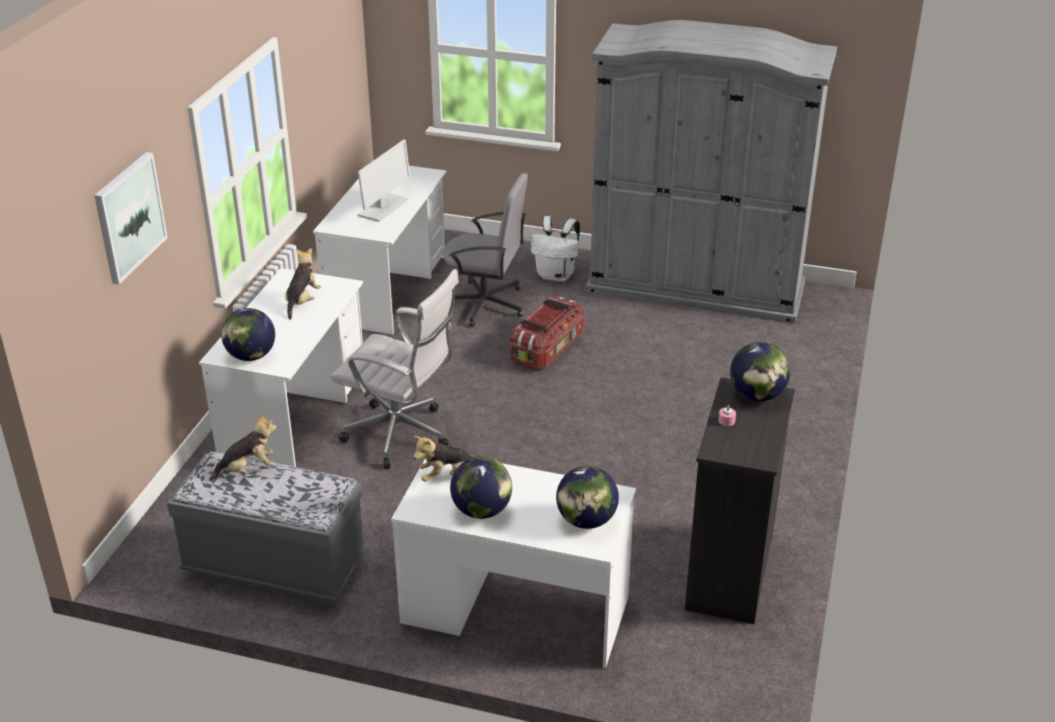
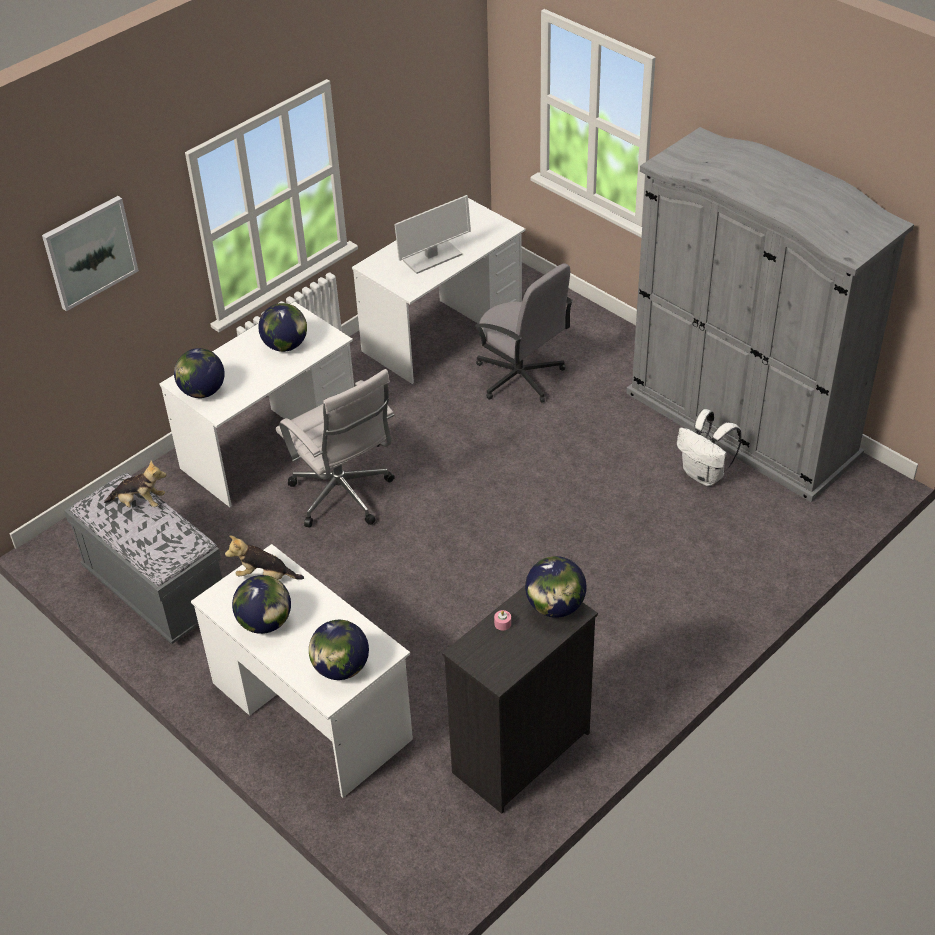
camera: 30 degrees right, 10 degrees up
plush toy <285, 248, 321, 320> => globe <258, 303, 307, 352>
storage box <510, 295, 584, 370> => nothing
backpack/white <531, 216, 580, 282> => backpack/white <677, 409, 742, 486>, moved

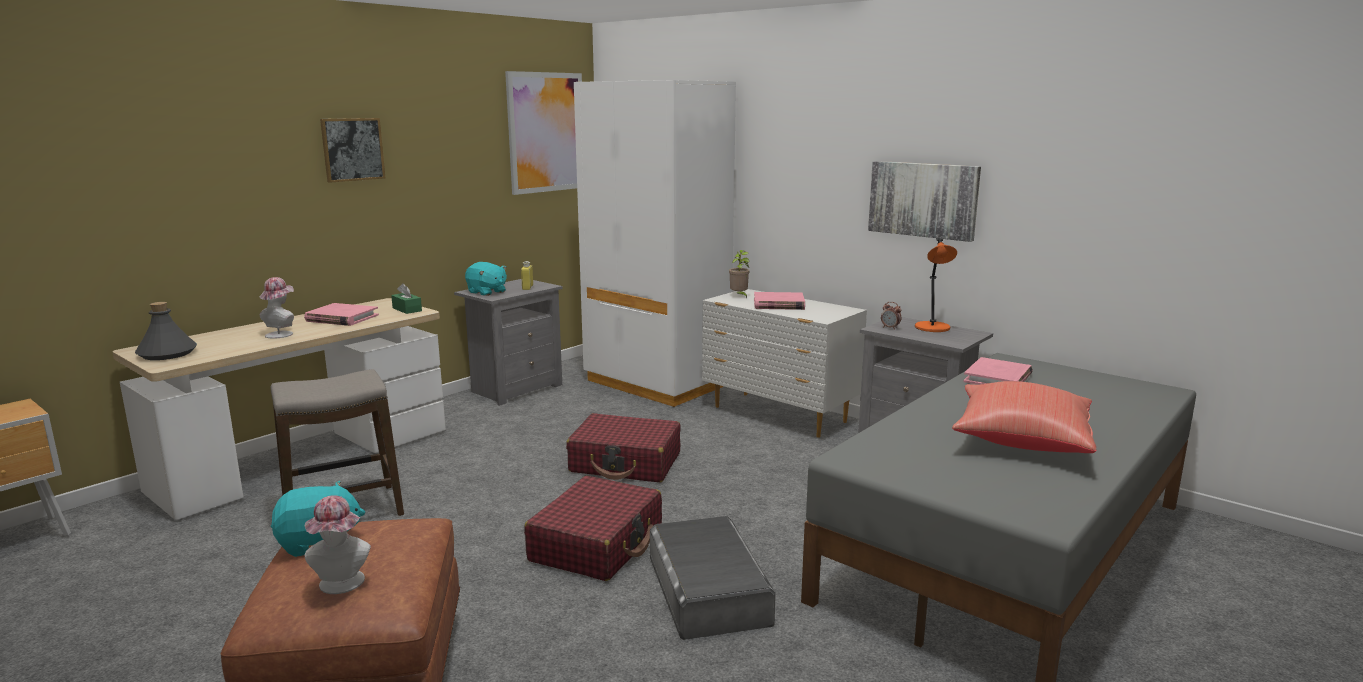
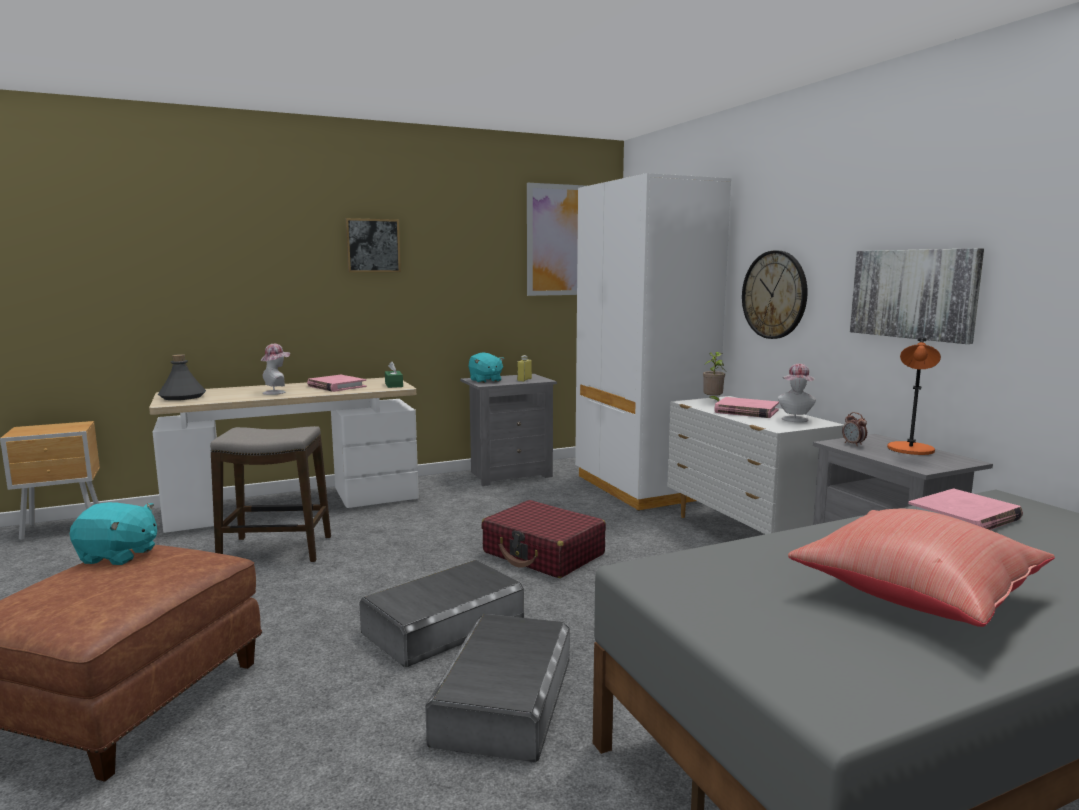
camera: 25 degrees right, 5 degrees down
hat <304, 495, 371, 594> => hat <778, 364, 816, 422>, moved
suitcase/red <524, 476, 662, 581> => storage box/grey <359, 560, 524, 668>
nothing => wall clock <742, 251, 808, 339>

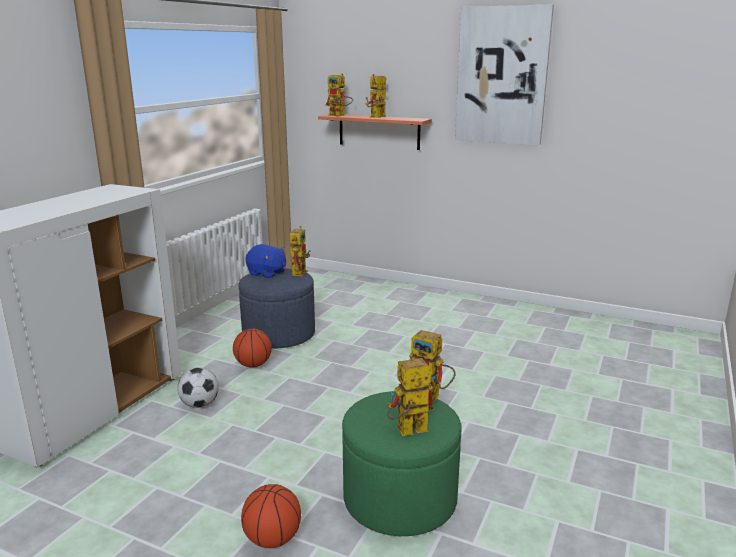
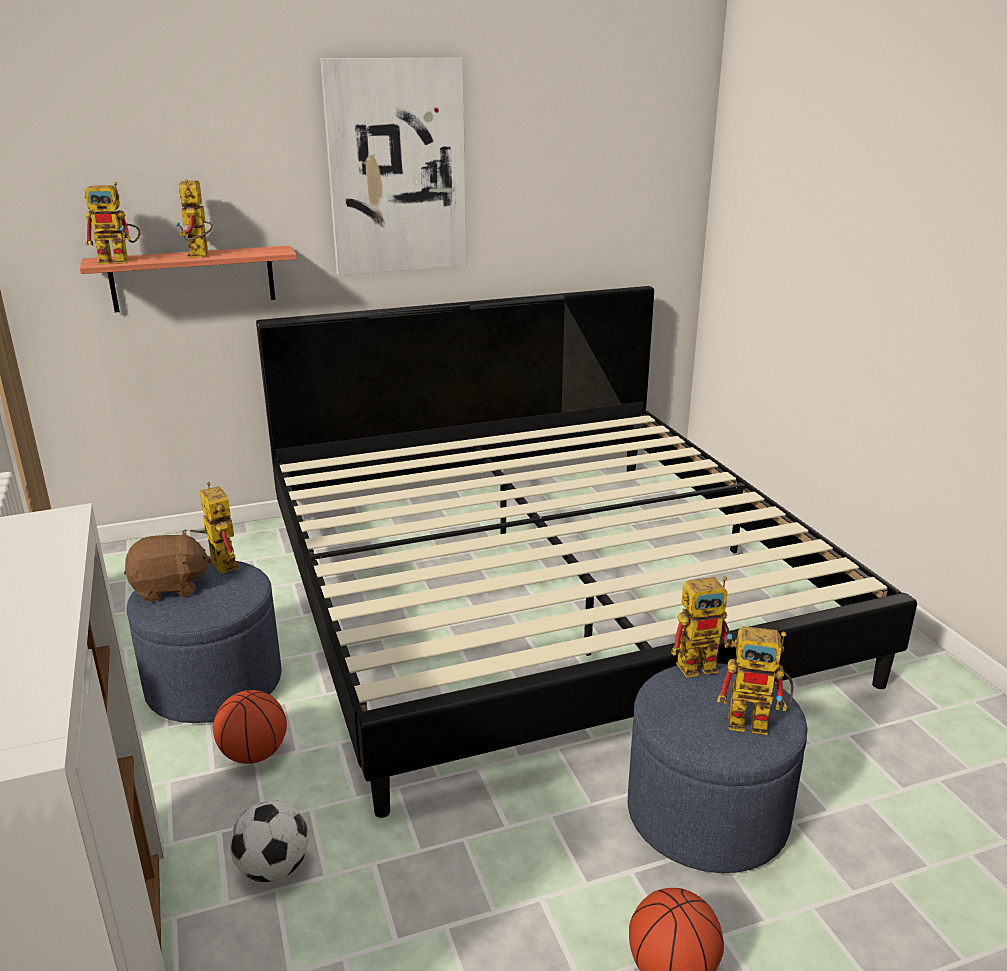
camera: 45 degrees left, 5 degrees up
plush toy/blue <245, 244, 286, 279> => plush toy/brown <124, 529, 212, 602>
ottoman/green <342, 391, 461, 536> => ottoman/blue <628, 663, 808, 873>
toy robot <387, 358, 434, 436> => toy robot <717, 626, 794, 735>, 105 degrees counterclockwise
nothing => bed <256, 286, 917, 818>

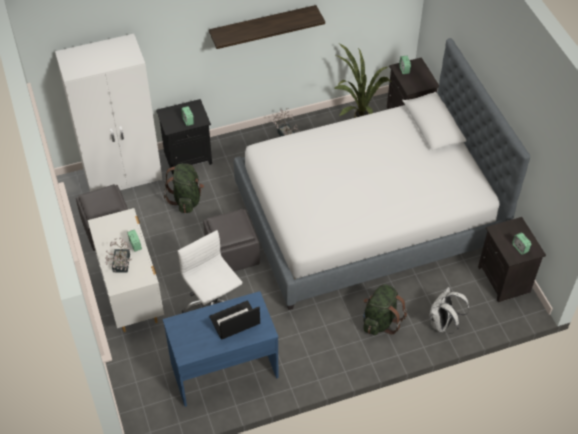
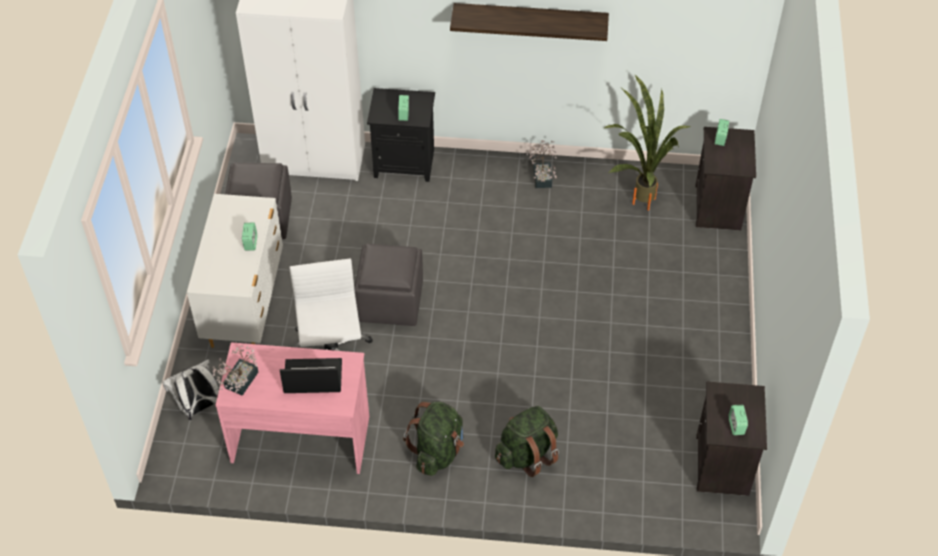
camera: 25 degrees right, 0 degrees up
potted plant <105, 238, 132, 273> => potted plant <212, 345, 258, 396>, moved
desk/blue <163, 291, 279, 407> => desk/pink <216, 342, 369, 474>
backpack/green <164, 163, 204, 213> => backpack/green <403, 402, 464, 476>, moved
bed <234, 38, 530, 310> => nothing
backpack/white <430, 287, 469, 334> => backpack/white <162, 359, 219, 420>, moved

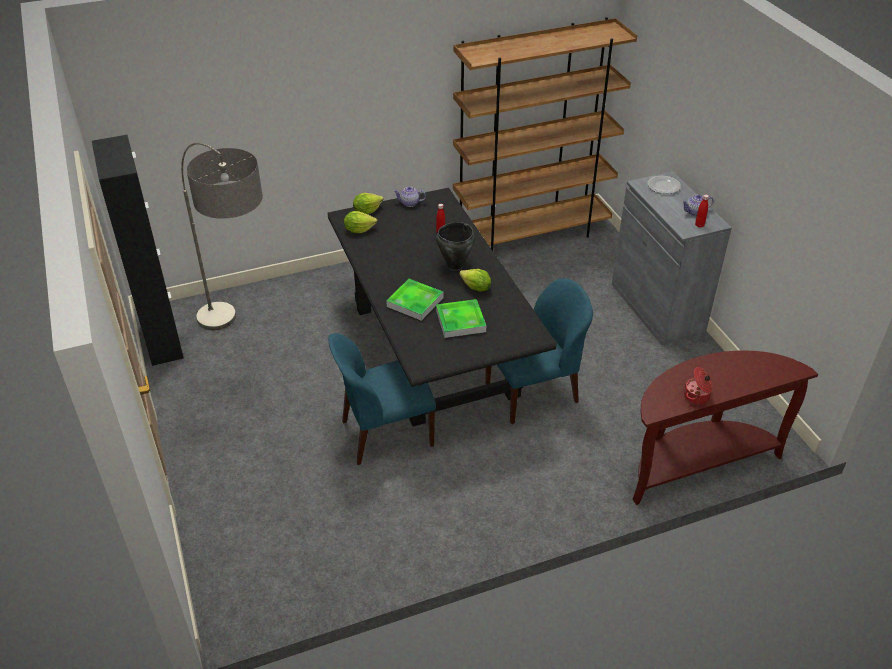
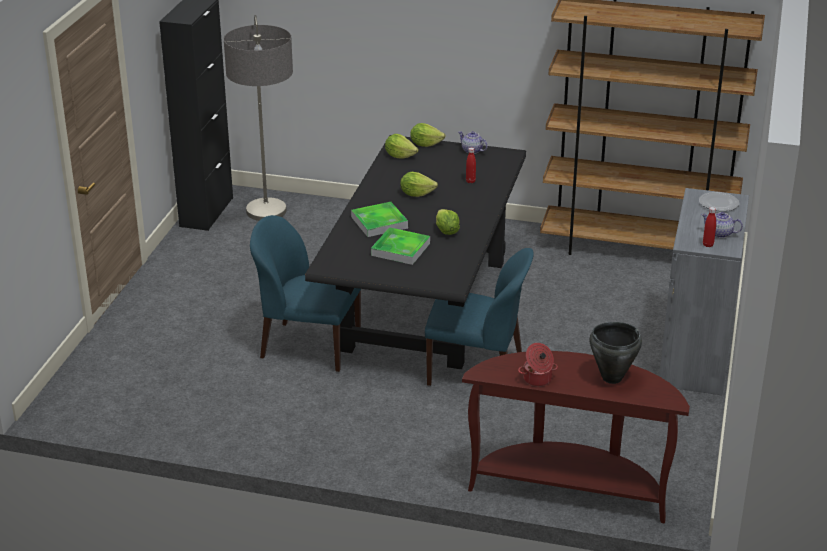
camera: 35 degrees right, 10 degrees down
cooking pot/black <436, 222, 475, 270> => cooking pot/black <589, 322, 642, 384>, moved
nothing => lettuce <400, 172, 438, 197>

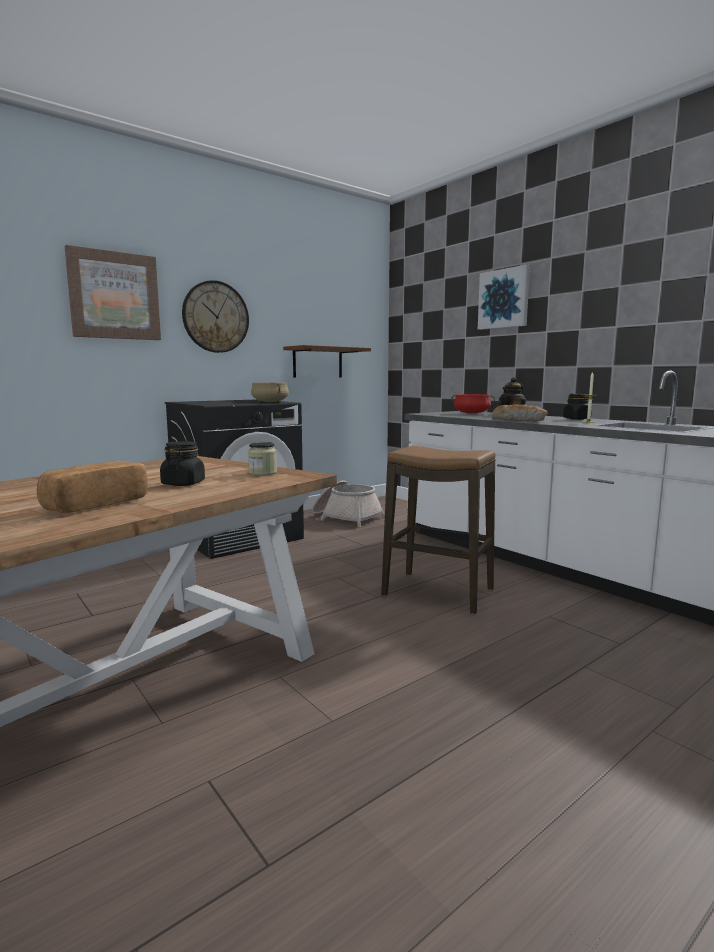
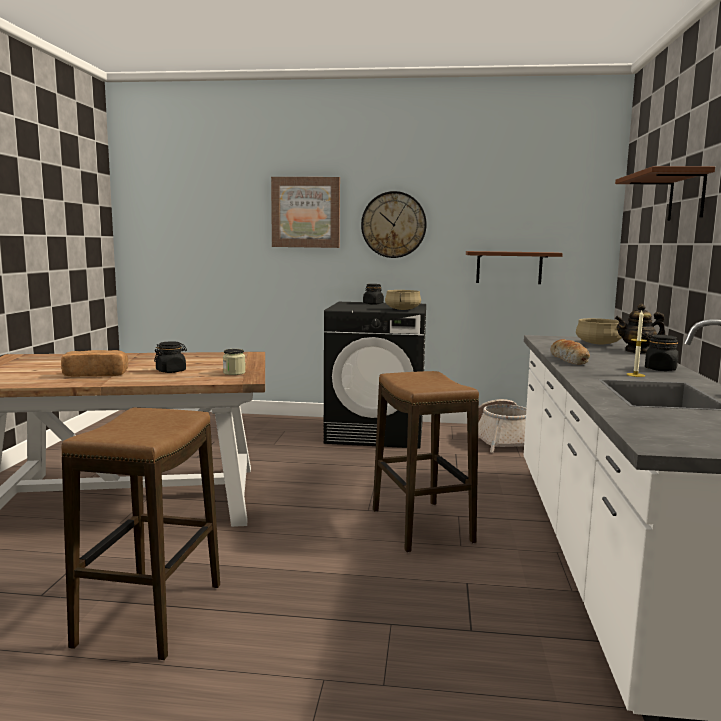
camera: 45 degrees right, 0 degrees up
cooking pot/red <451, 394, 495, 414> => cooking pot/beige <576, 318, 622, 345>
picture <478, 265, 530, 330> => shelf/brown <615, 166, 715, 221>
nothing => stool <61, 408, 220, 660>
nothing => jar/black <363, 284, 384, 304>

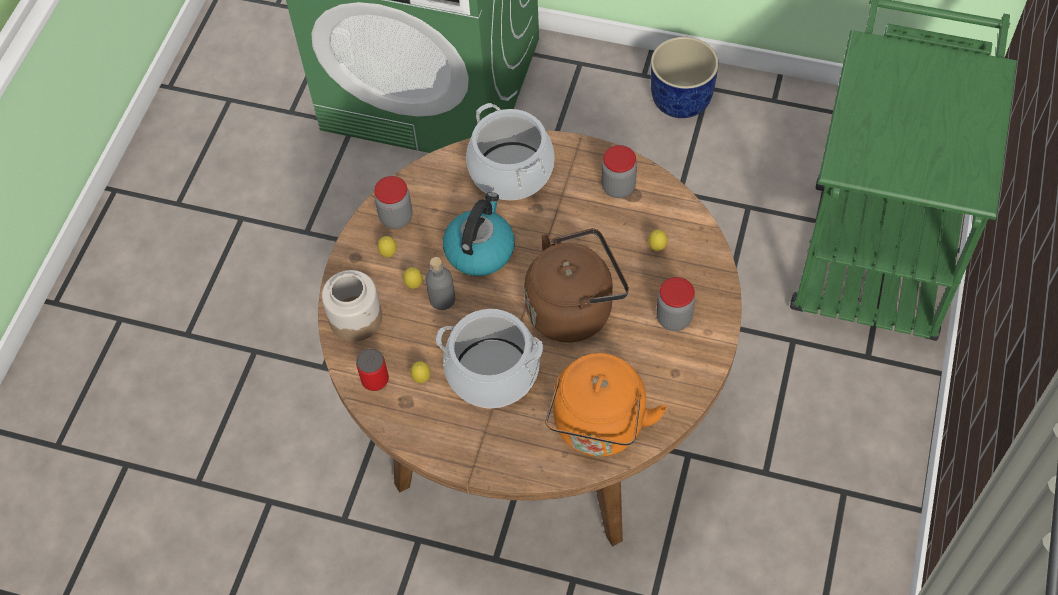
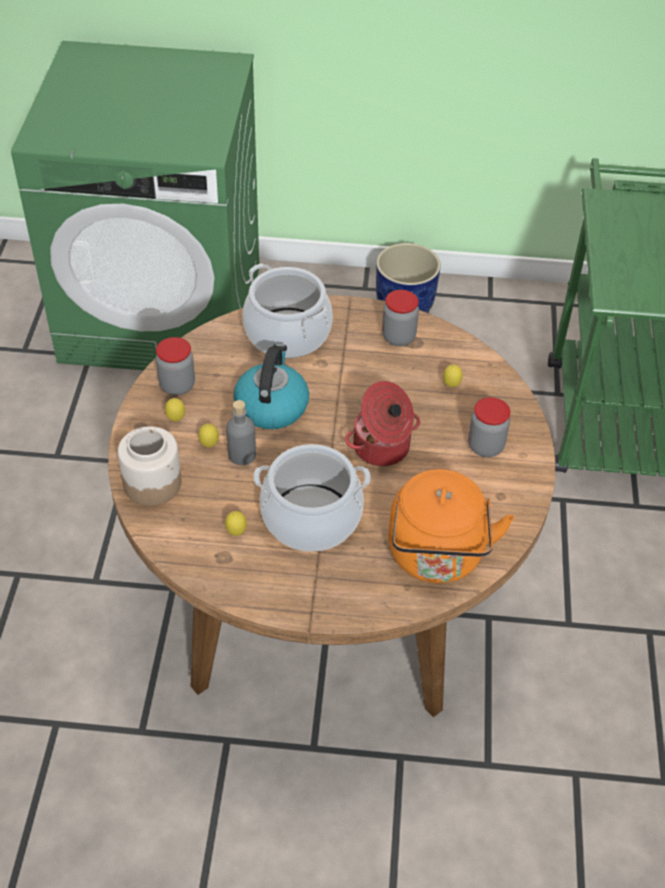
camera: 15 degrees left, 10 degrees down
can <356, 348, 389, 391> => nothing
kettle/brown <524, 228, 629, 342> => cooking pot <345, 381, 420, 466>

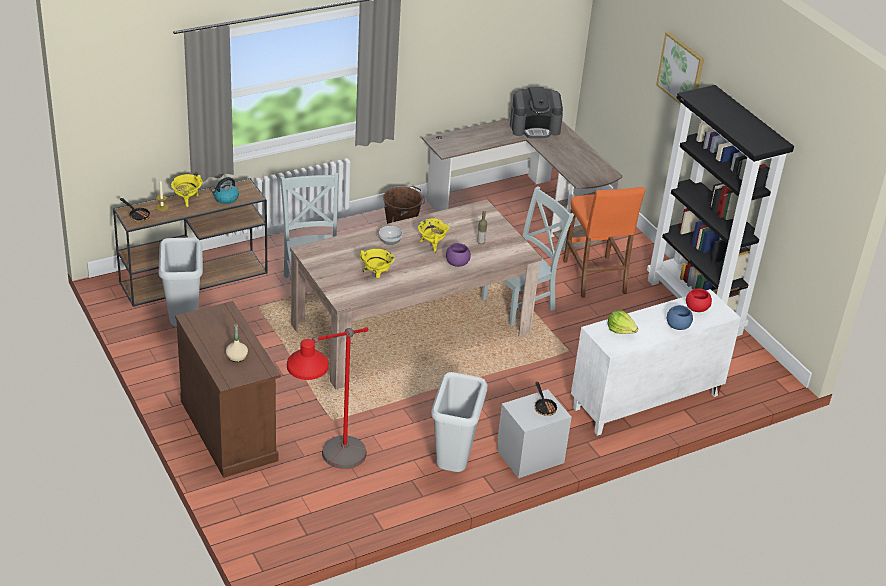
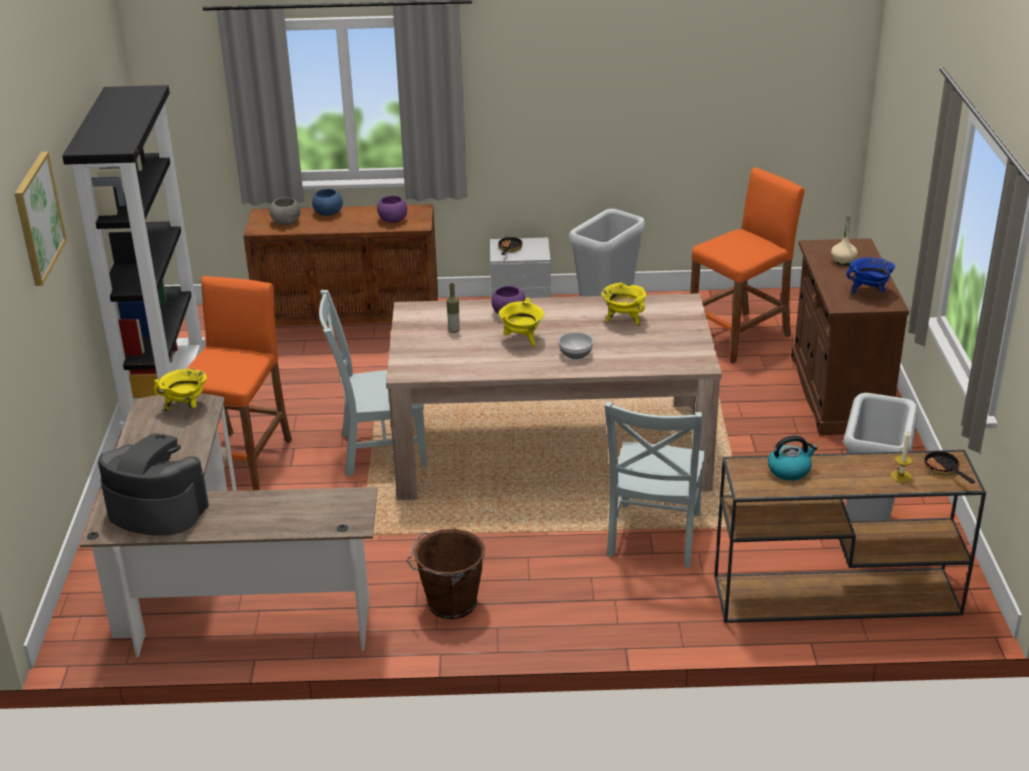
camera: 150 degrees left, 5 degrees down
cooking pot/yellow <171, 174, 203, 207> => cooking pot/yellow <154, 369, 207, 411>, moved
floor lamp/red <287, 327, 368, 469> => stool/orange <690, 167, 805, 364>
cabinet/white <571, 289, 741, 436> => cabinet/brown <243, 204, 438, 326>
lettuce <607, 310, 638, 334> => bowl/purple <377, 196, 407, 223>
bowl/red <686, 289, 712, 312> => bowl/grey <270, 197, 300, 225>
nothing => cooking pot/blue <846, 257, 895, 295>

